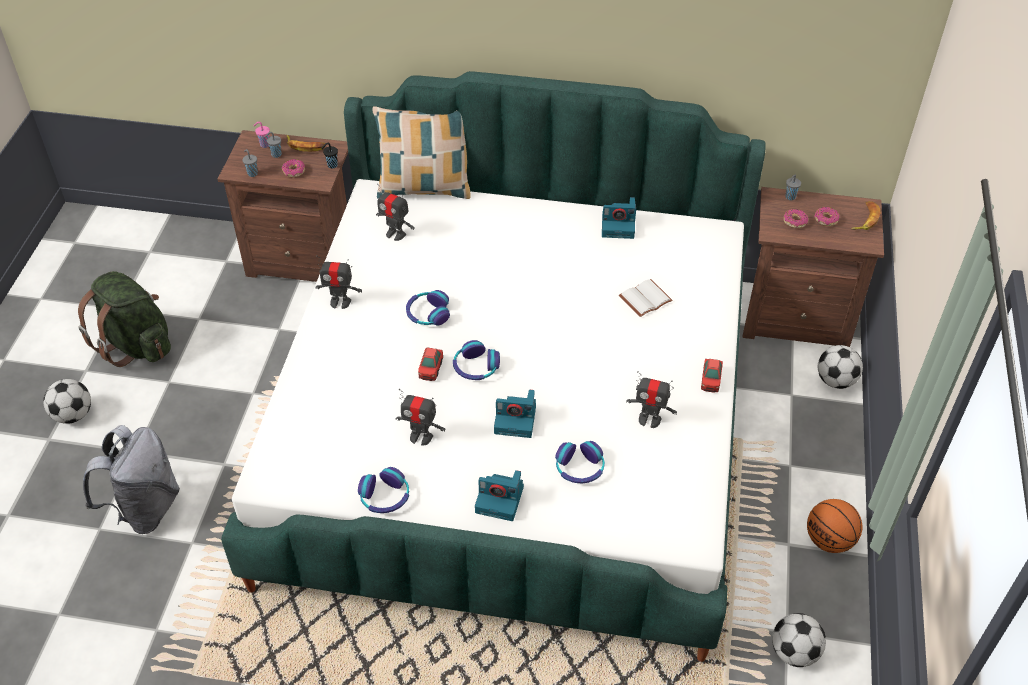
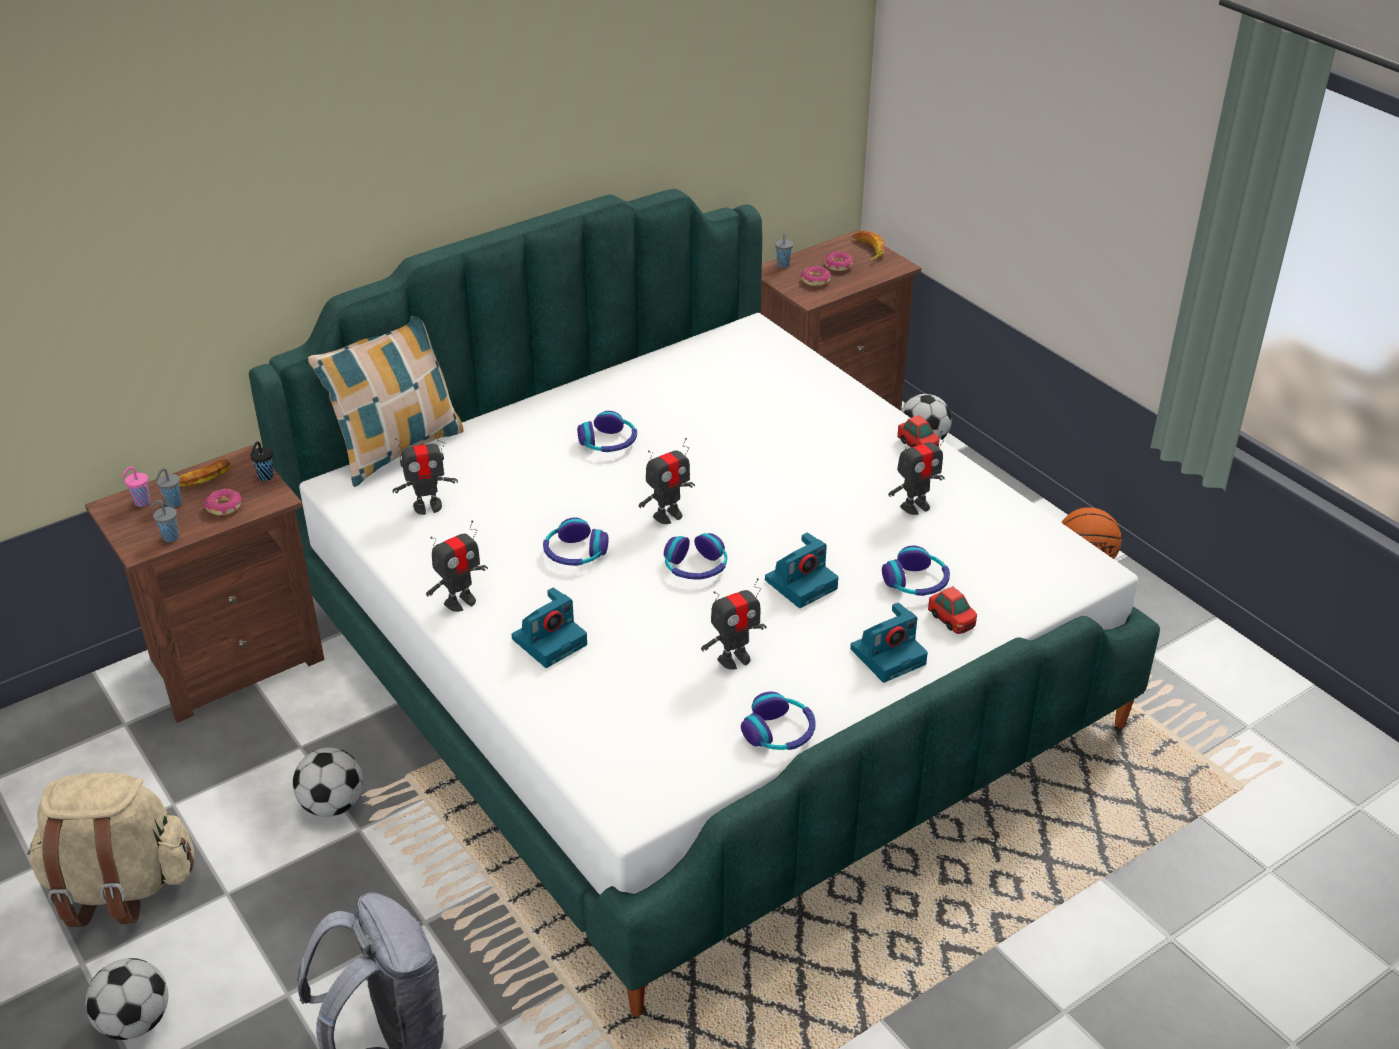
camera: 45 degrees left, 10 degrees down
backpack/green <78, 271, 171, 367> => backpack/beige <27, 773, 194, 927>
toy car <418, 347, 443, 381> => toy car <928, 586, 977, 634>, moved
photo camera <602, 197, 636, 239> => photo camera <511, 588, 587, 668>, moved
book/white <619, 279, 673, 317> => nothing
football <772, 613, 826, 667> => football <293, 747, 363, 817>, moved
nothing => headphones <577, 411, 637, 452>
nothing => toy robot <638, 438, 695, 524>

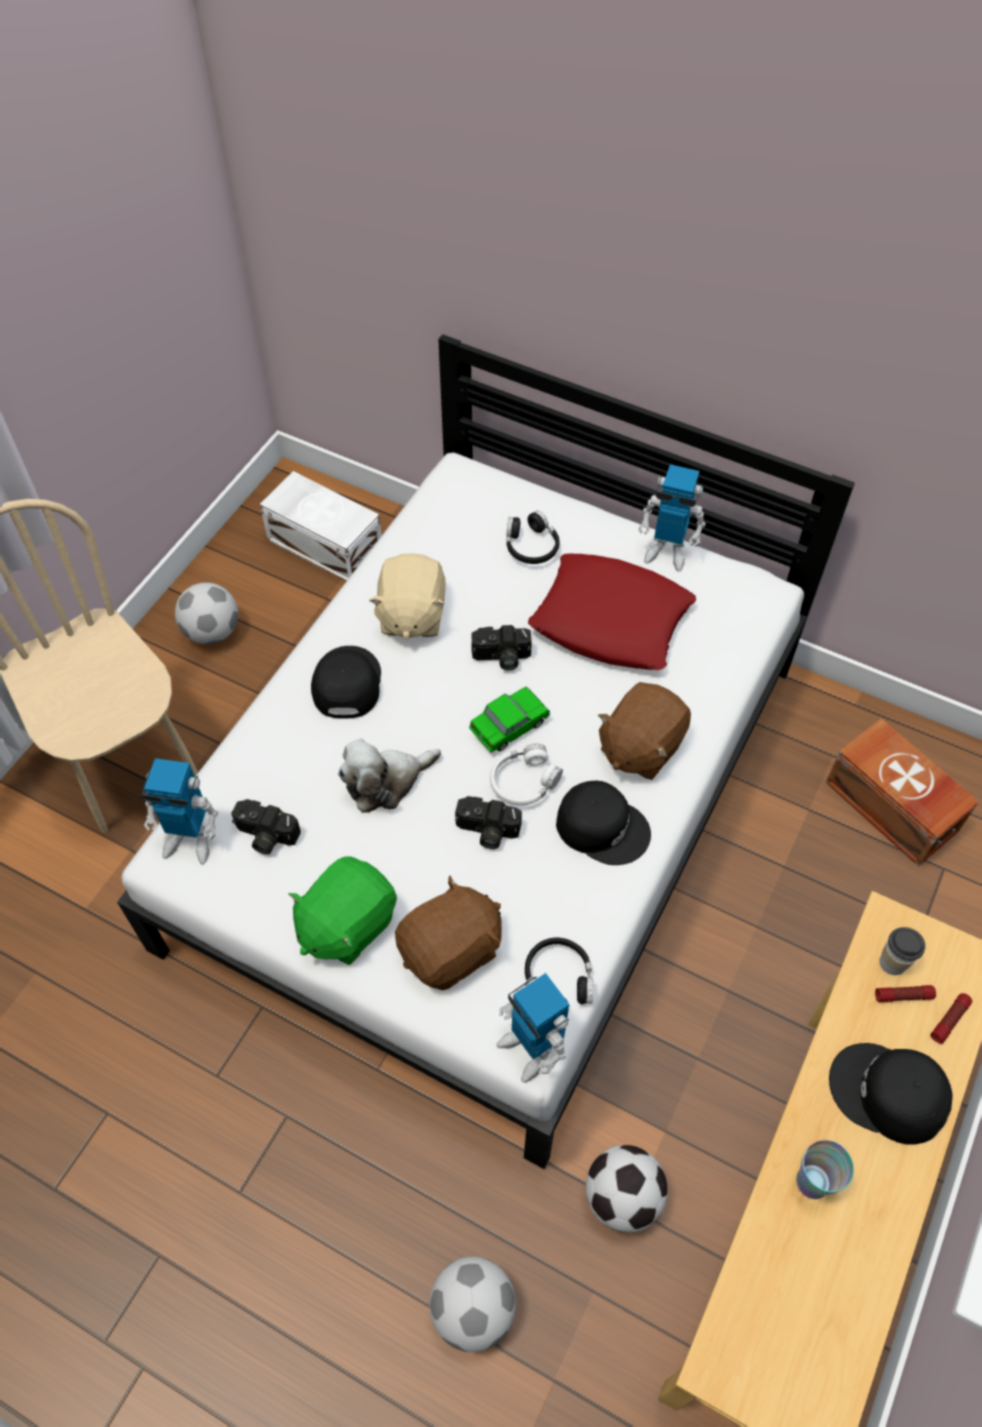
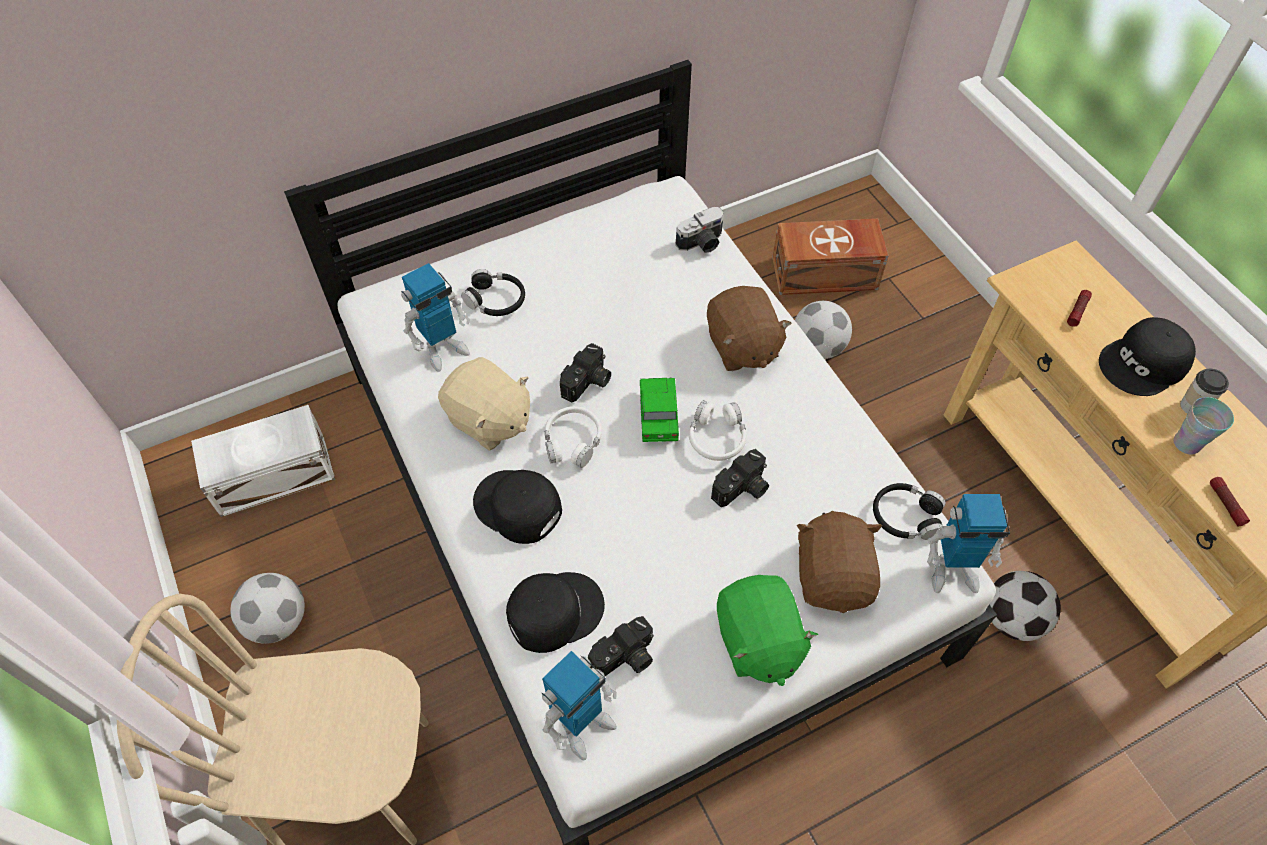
camera: 55 degrees left, 0 degrees up
plush toy <338, 739, 441, 813> => nothing
football <429, 1256, 516, 1352> => football <795, 301, 852, 359>, moved
pillow/red <528, 553, 696, 670> => nothing
cap/black <556, 781, 651, 865> => cap/black <506, 572, 605, 653>, moved
toy robot <639, 464, 706, 572> => toy robot <401, 263, 470, 372>, moved
cup <879, 927, 925, 975> => cup <1180, 369, 1229, 413>, moved
flashlight <930, 993, 972, 1044> => flashlight <1210, 477, 1250, 526>, moved
nothing => headphones/white <545, 406, 602, 468>
nothing => photo camera <675, 207, 724, 253>

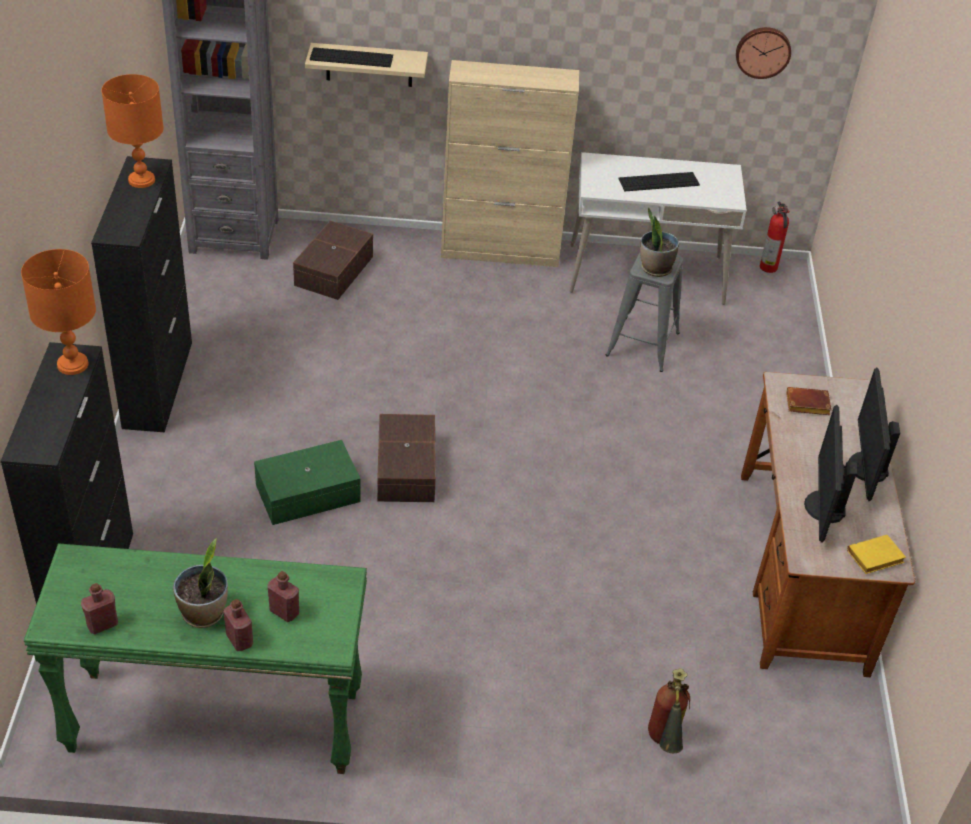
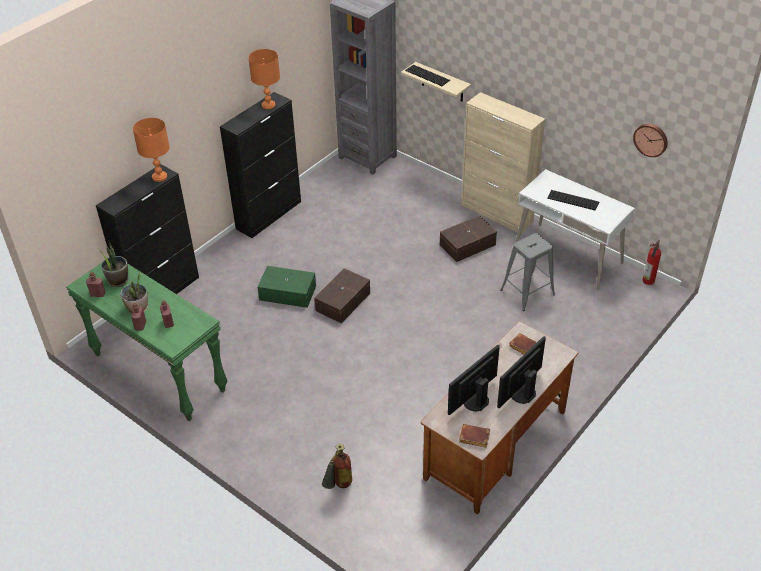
camera: 40 degrees right, 0 degrees up
storage box/brown <293, 221, 373, 300> => storage box/brown <440, 215, 497, 262>, moved
potted plant <640, 207, 679, 277> => potted plant <97, 240, 129, 287>, moved
book/yellow <847, 535, 906, 574> => book/brown <459, 424, 490, 448>

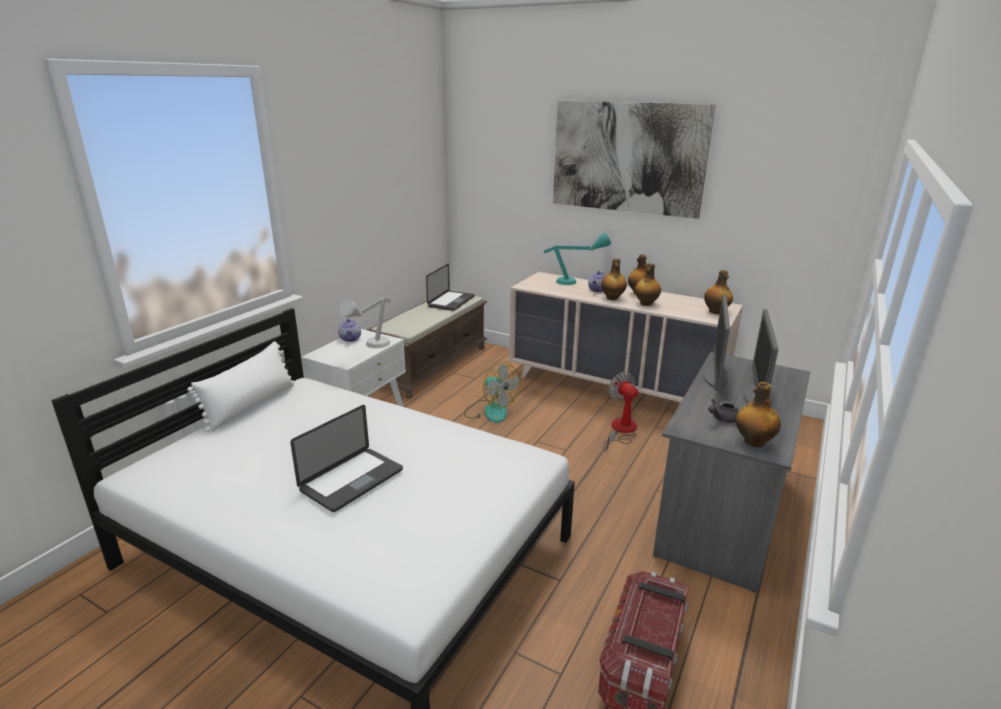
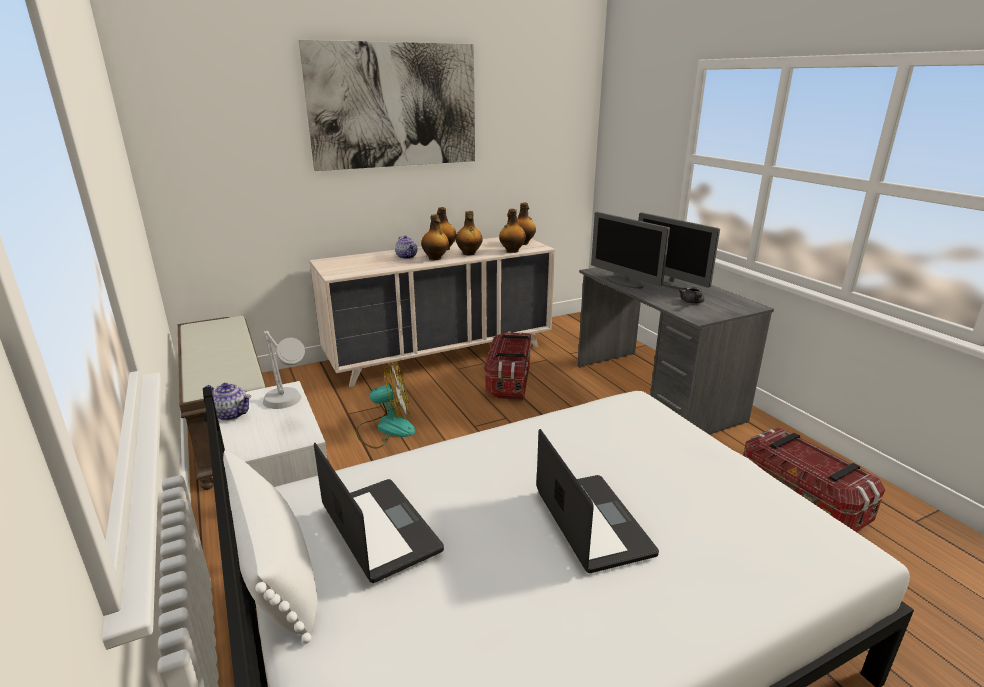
camera: 55 degrees left, 0 degrees up
laptop <426, 264, 474, 311> => laptop <314, 443, 444, 583>, moved
table lamp/turquoise <544, 233, 611, 285> => nothing
fan <603, 372, 638, 451> => storage box <484, 332, 531, 400>
bottle <735, 382, 781, 447> => bottle <499, 209, 526, 253>, moved

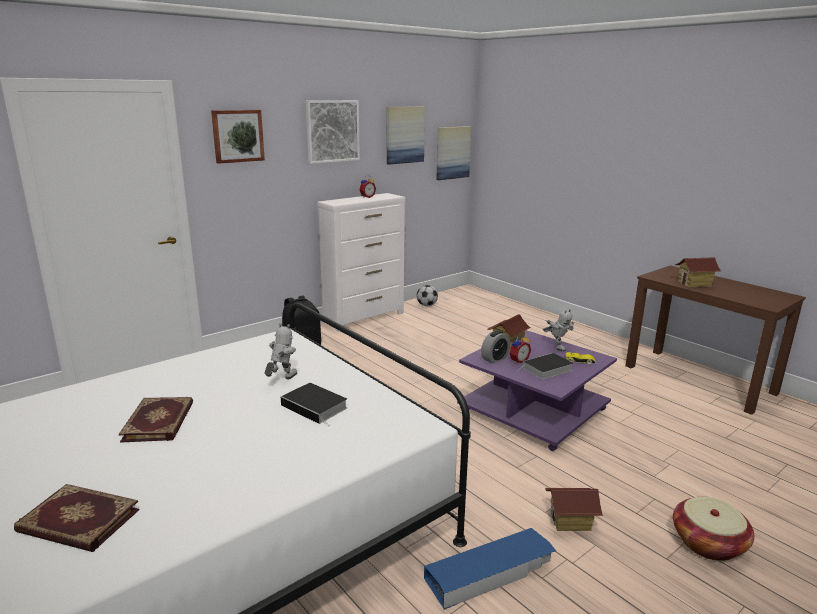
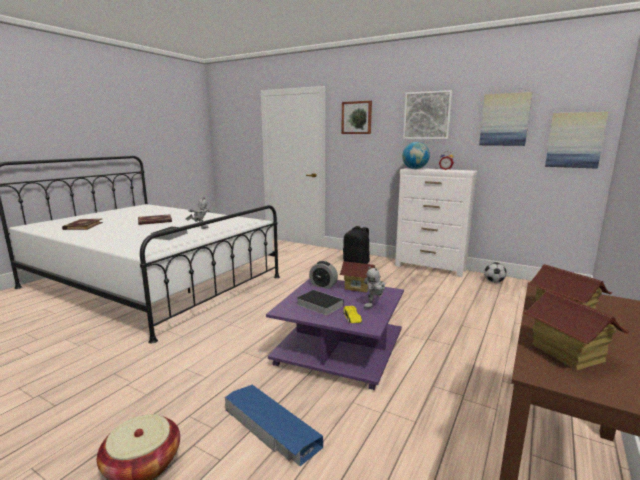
camera: 70 degrees right, 5 degrees down
storage box/blue <424, 528, 556, 610> => storage box/blue <225, 385, 324, 466>, moved
alarm clock <509, 334, 531, 364> => nothing
toy house <545, 488, 603, 531> => toy house <523, 290, 630, 370>, moved
nothing => globe <402, 142, 430, 169>

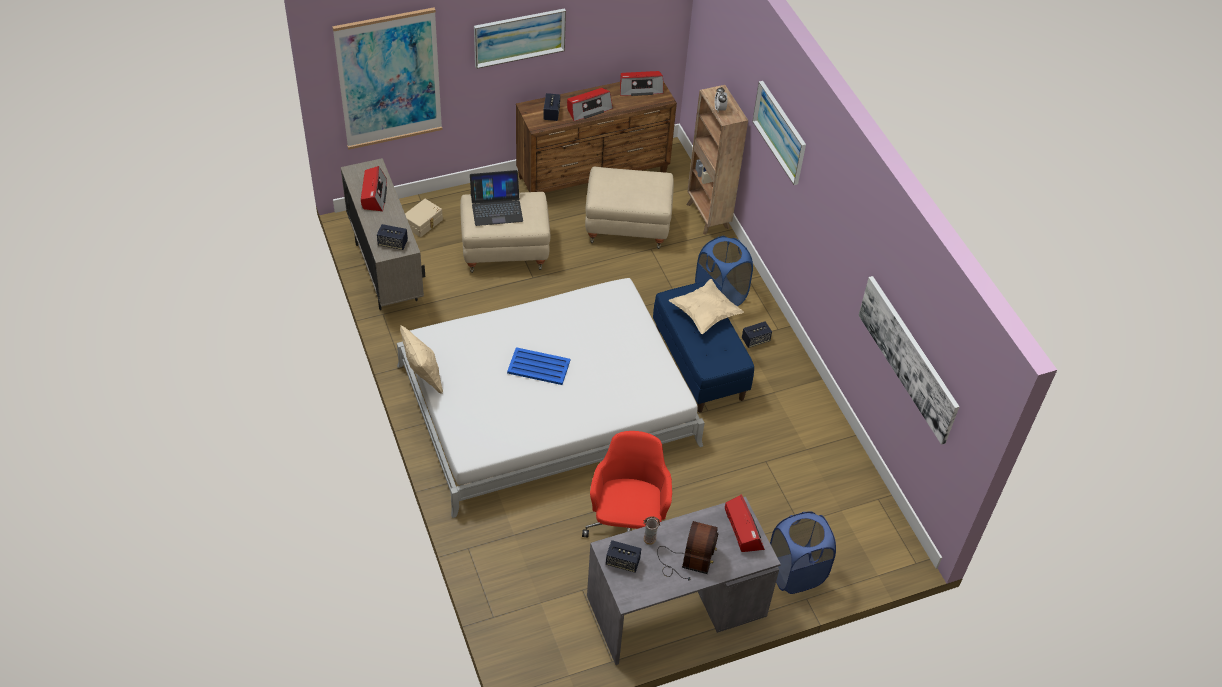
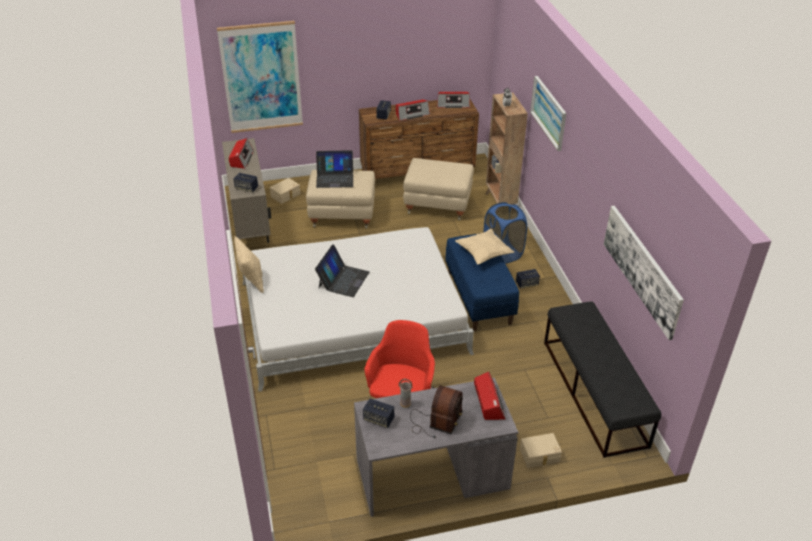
camera: 10 degrees right, 10 degrees down
picture <474, 8, 566, 69> => nothing
tray/blue <507, 347, 570, 385> => laptop <315, 244, 369, 297>
laundry basket/blue <770, 511, 836, 594> => storage box/beige <520, 433, 562, 468>
nothing => bench/black <544, 301, 661, 458>

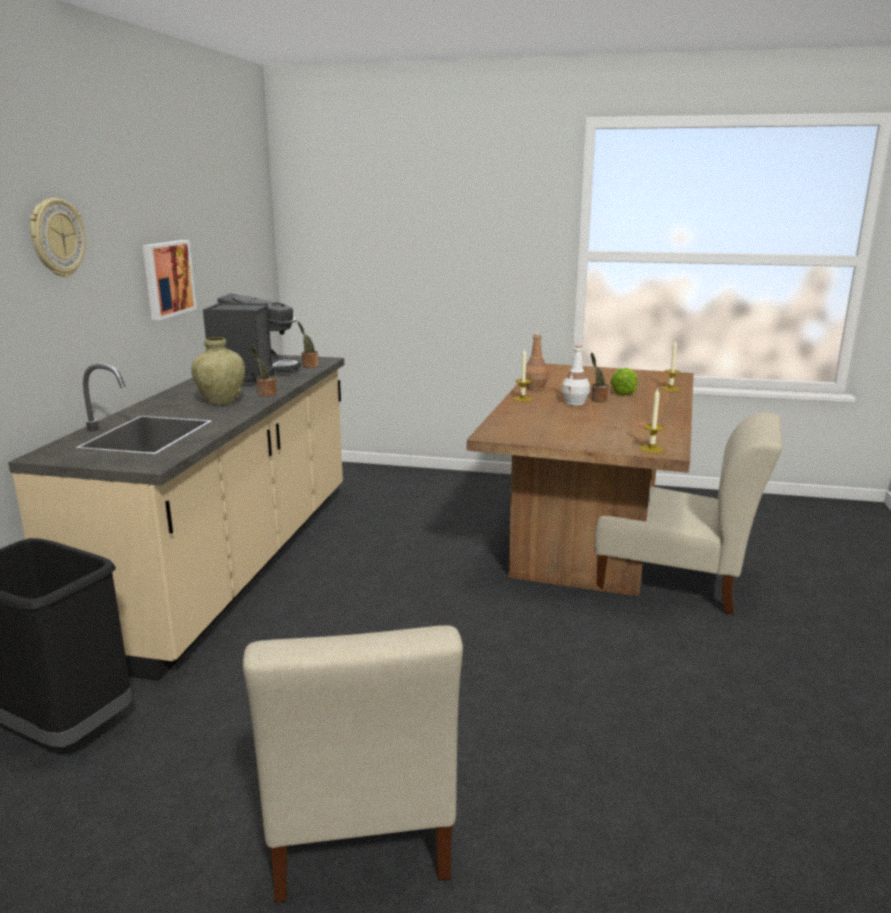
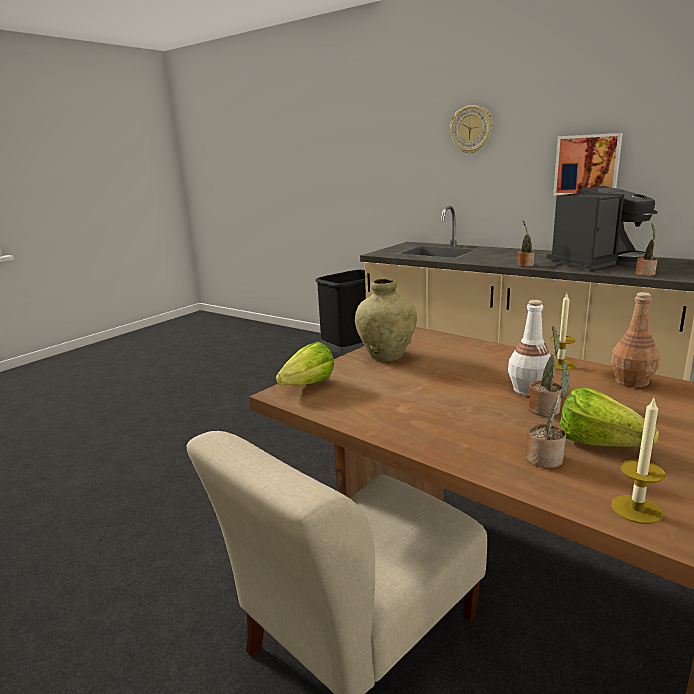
camera: 115 degrees right, 0 degrees up
vase/beige <191, 337, 245, 406> => vase/beige <355, 279, 417, 361>, moved
coffee machine <203, 293, 301, 386> => coffee machine <547, 186, 657, 270>, 60 degrees counterclockwise
chair/beige <243, 625, 463, 903> => nothing
candle <640, 387, 664, 453> => lettuce <276, 342, 334, 386>
nothing => potted plant <526, 362, 570, 469>

